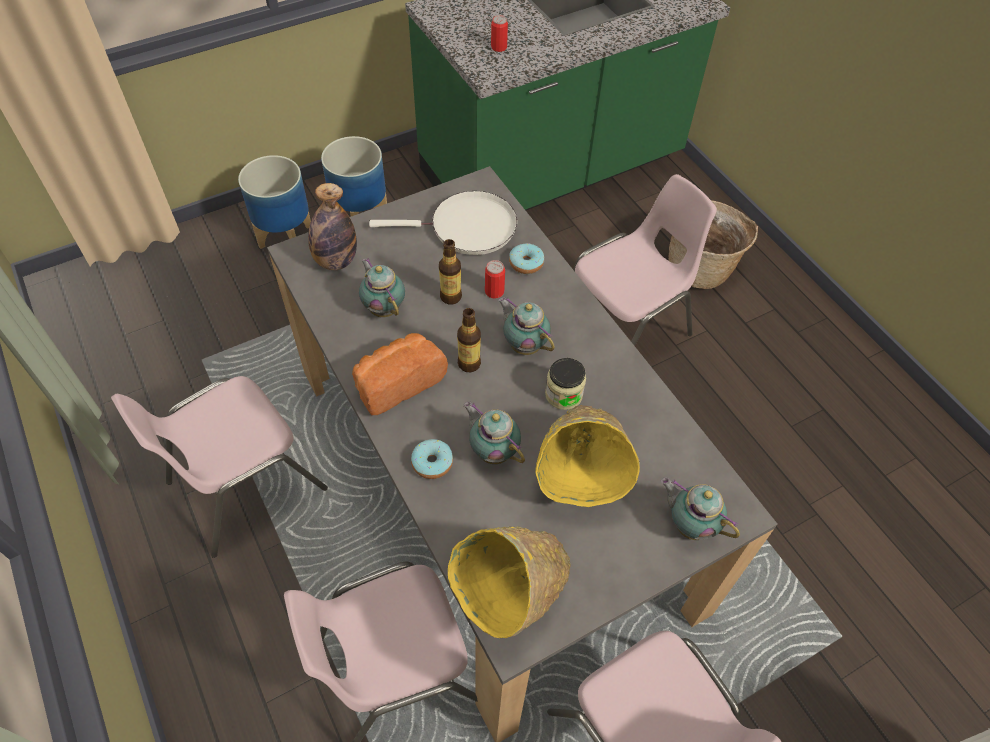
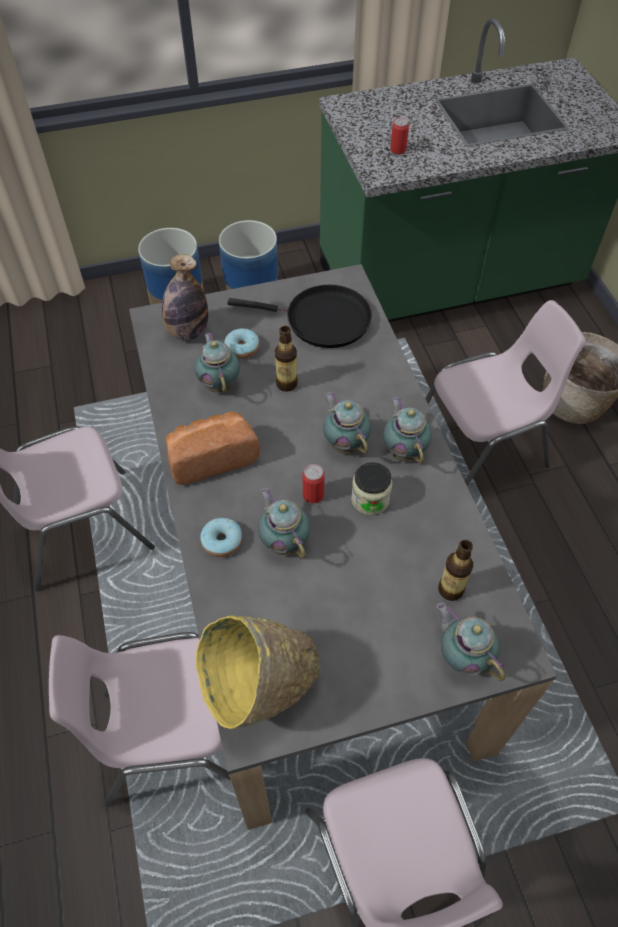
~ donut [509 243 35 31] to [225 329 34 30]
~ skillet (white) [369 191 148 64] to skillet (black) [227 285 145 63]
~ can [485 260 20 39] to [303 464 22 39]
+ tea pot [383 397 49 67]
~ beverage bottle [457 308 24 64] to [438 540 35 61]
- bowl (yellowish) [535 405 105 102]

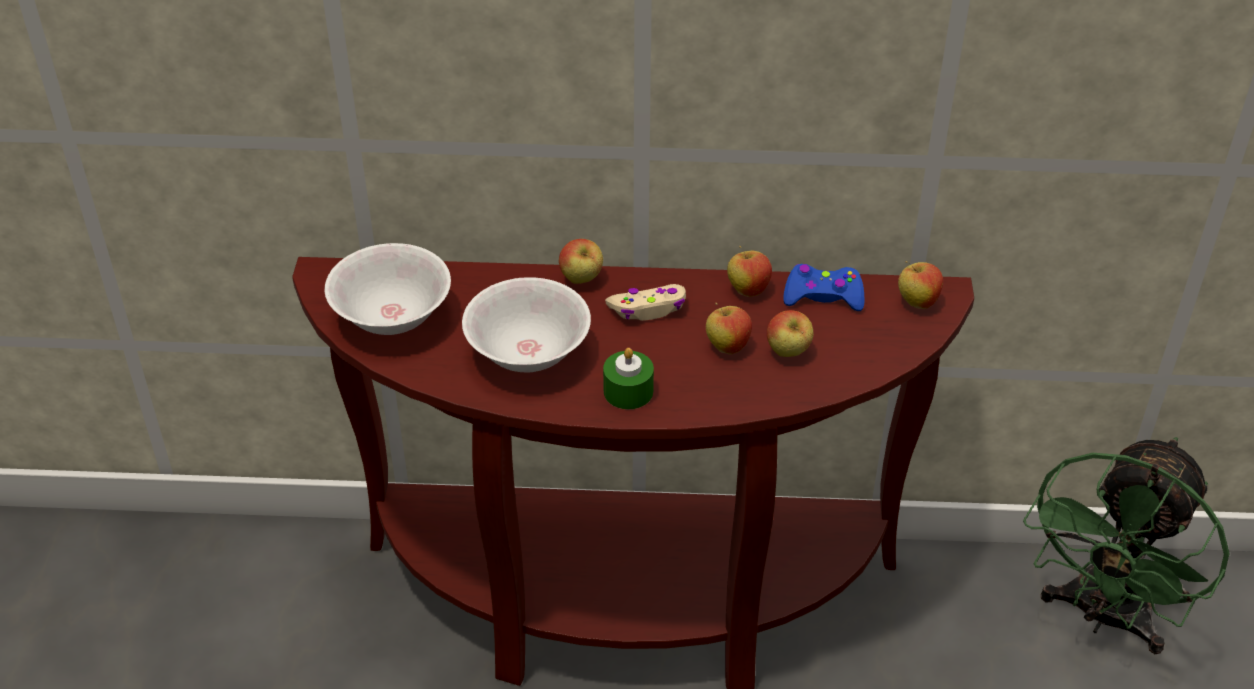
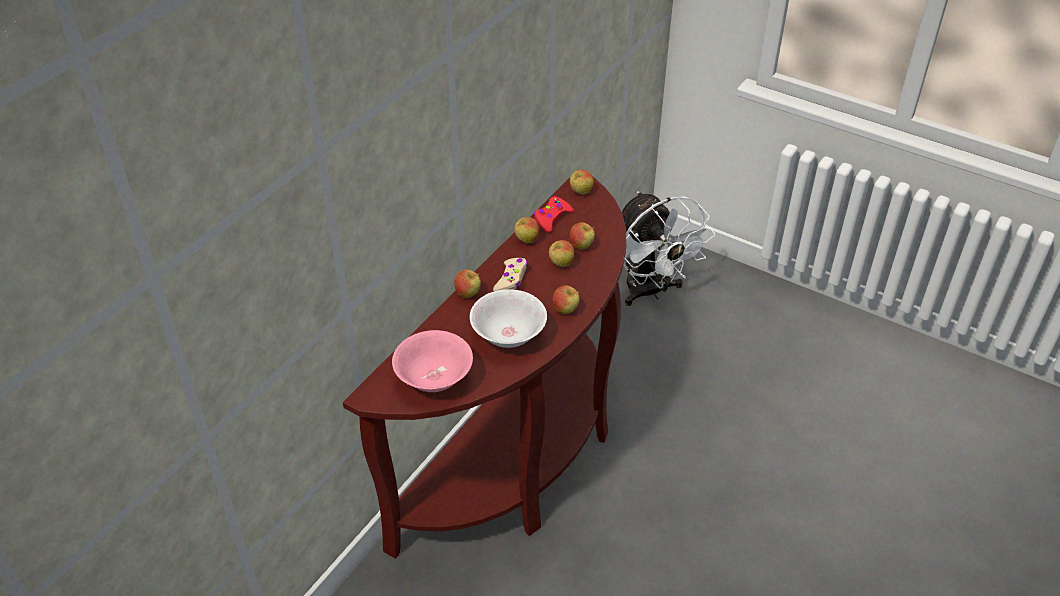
~ bowl (white) [325 243 126 92] to bowl (pinkish) [392 330 81 62]
~ joypad (blue-coloured) [783 264 81 47] to joypad (reddish) [534 196 40 37]
~ wax candle (green-coloured) [603 348 51 61] to whole apple [553 285 26 29]
~ fan (green-coloured) [1023 437 207 217] to fan (white) [622 191 93 115]

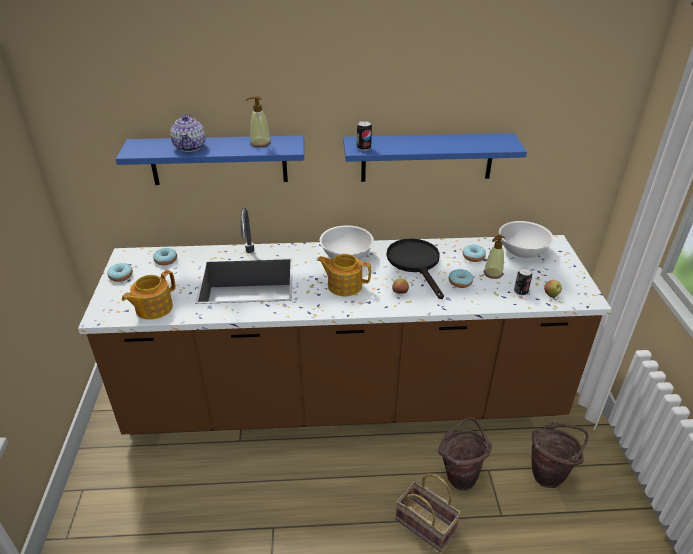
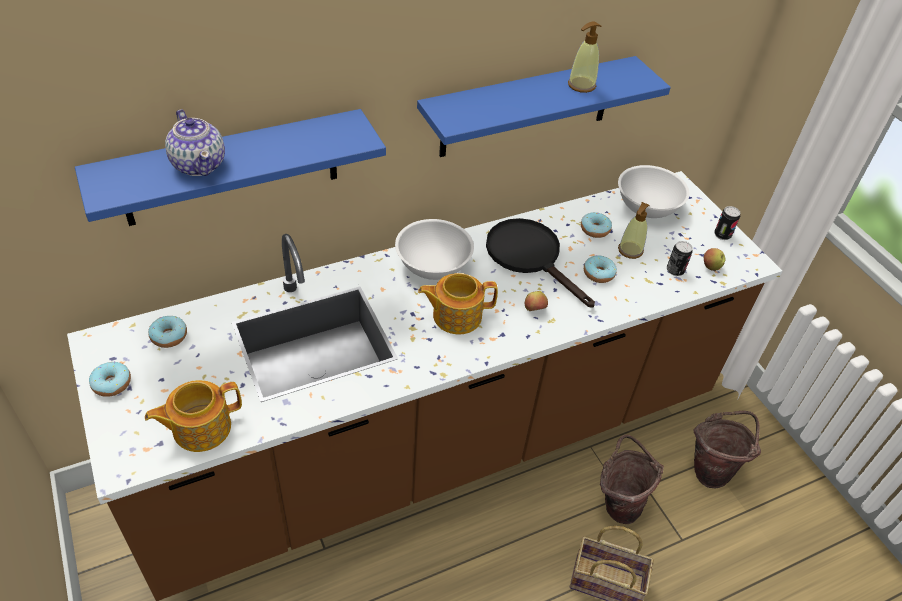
~ tea pot [122 270 54 50] = [145 380 97 72] 45 degrees clockwise
~ soap dispenser [245 96 26 51] to [568 21 33 72]
~ can [357 121 15 30] to [714 206 26 34]

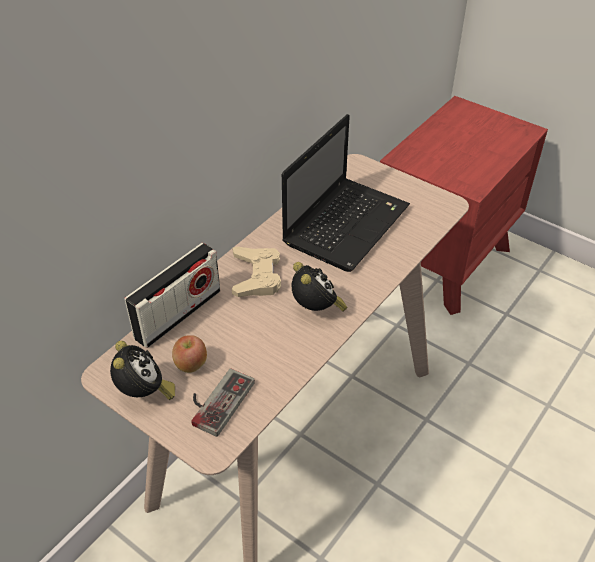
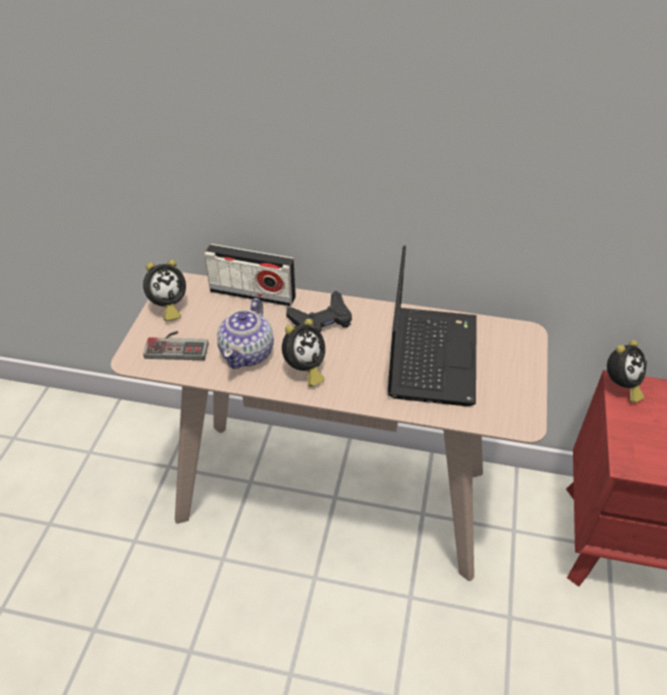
+ tea pot [217 298 57 71]
~ joypad (beige-coloured) [232 247 49 50] to joypad (black) [286 291 66 41]
~ notebook computer [282 114 128 158] = [388 246 89 160] 90 degrees counterclockwise
+ alarm clock [607 340 40 63]
- whole apple [172 335 35 38]

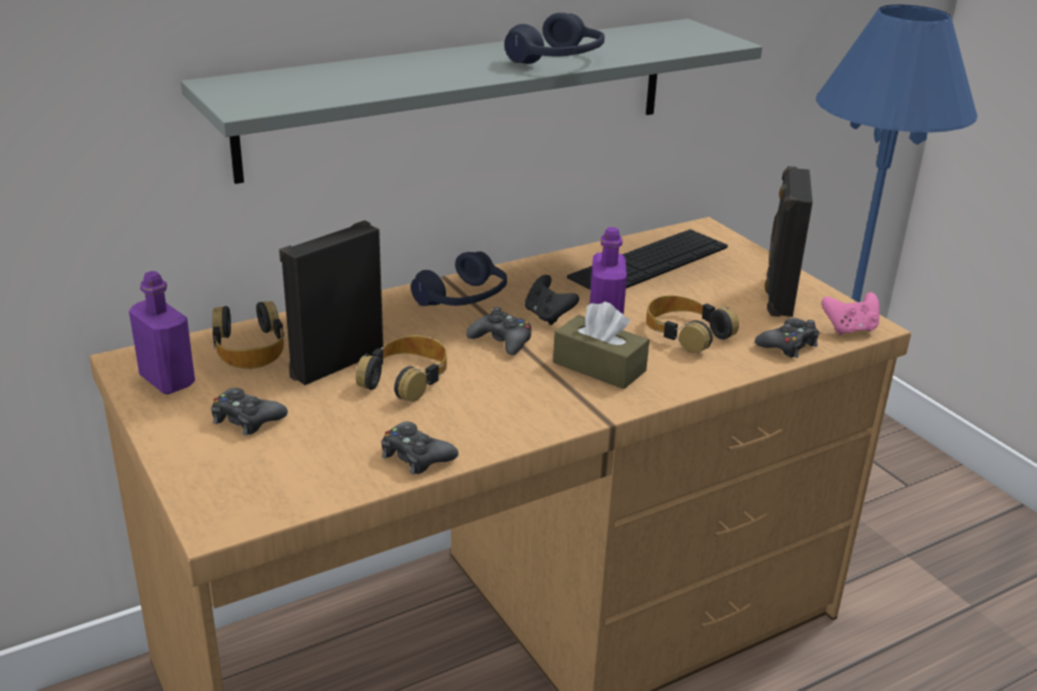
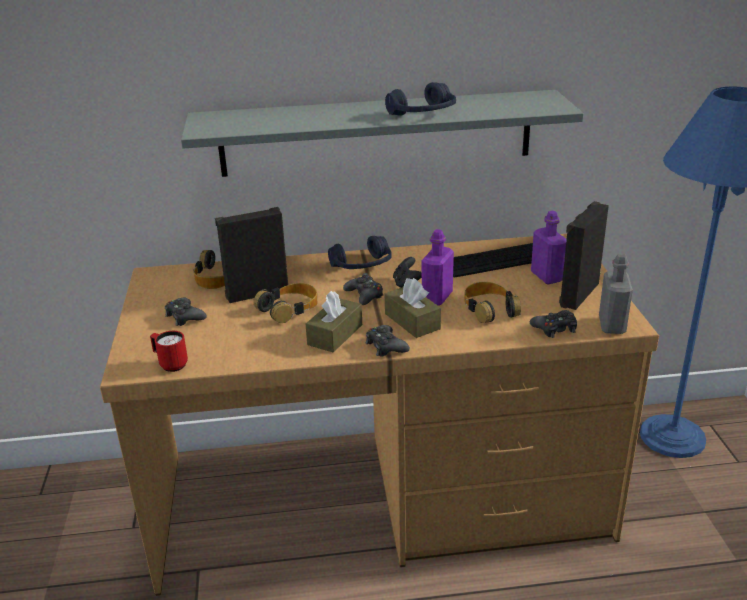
+ coffee mug (reddish) [150 331 38 41]
+ tissue box (brown-coloured) [306 291 56 61]
~ joypad (black) [381 421 78 54] to [366 325 44 32]
~ beverage bottle (purplish) [129 271 66 123] to [531 211 36 73]
~ joypad (pinkish) [822 292 58 43] to beverage bottle (grey) [599 254 34 80]

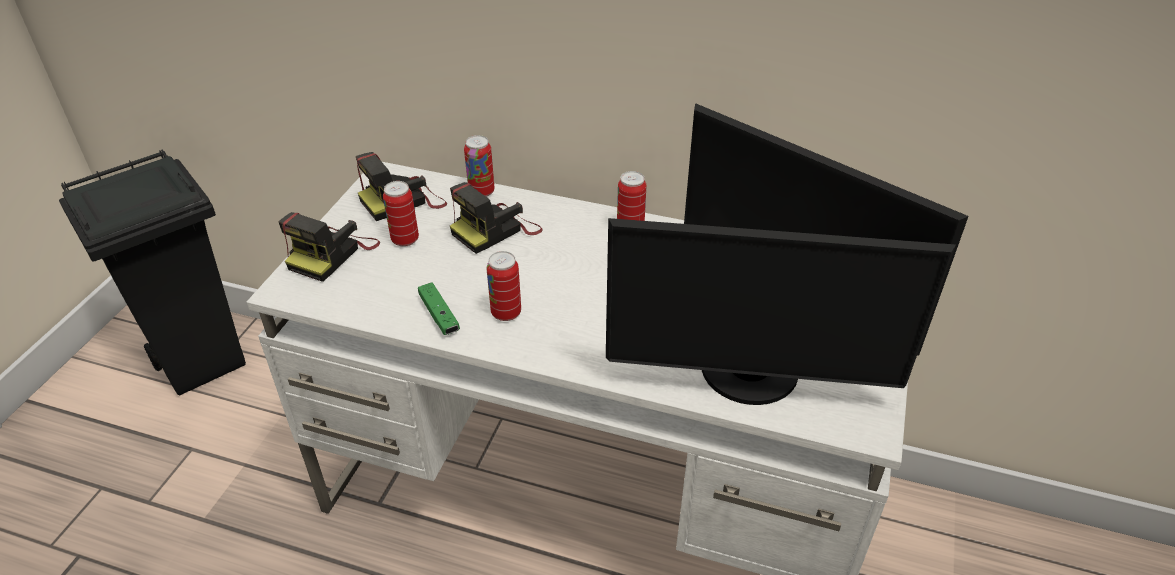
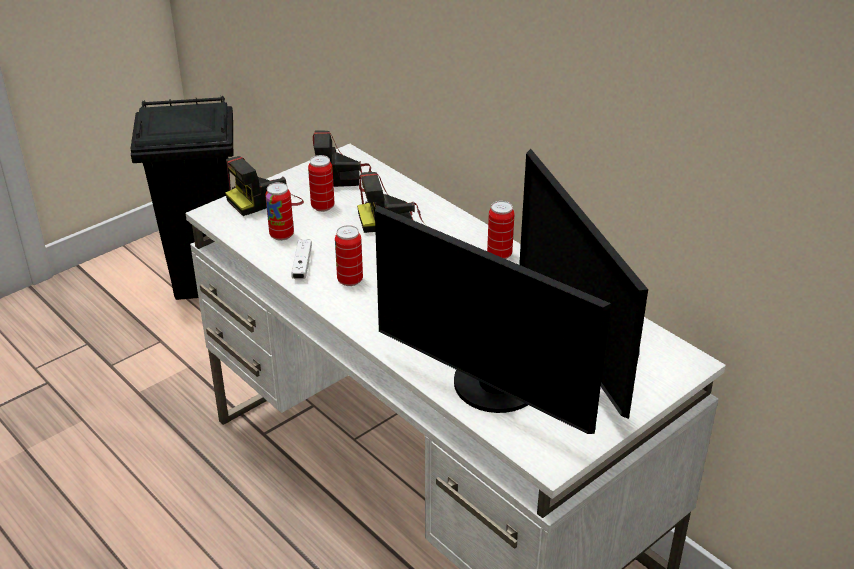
~ can [464 135 31 62] to [265 182 29 59]
~ joypad (green-coloured) [418 282 42 53] to joypad (white) [291 239 21 40]

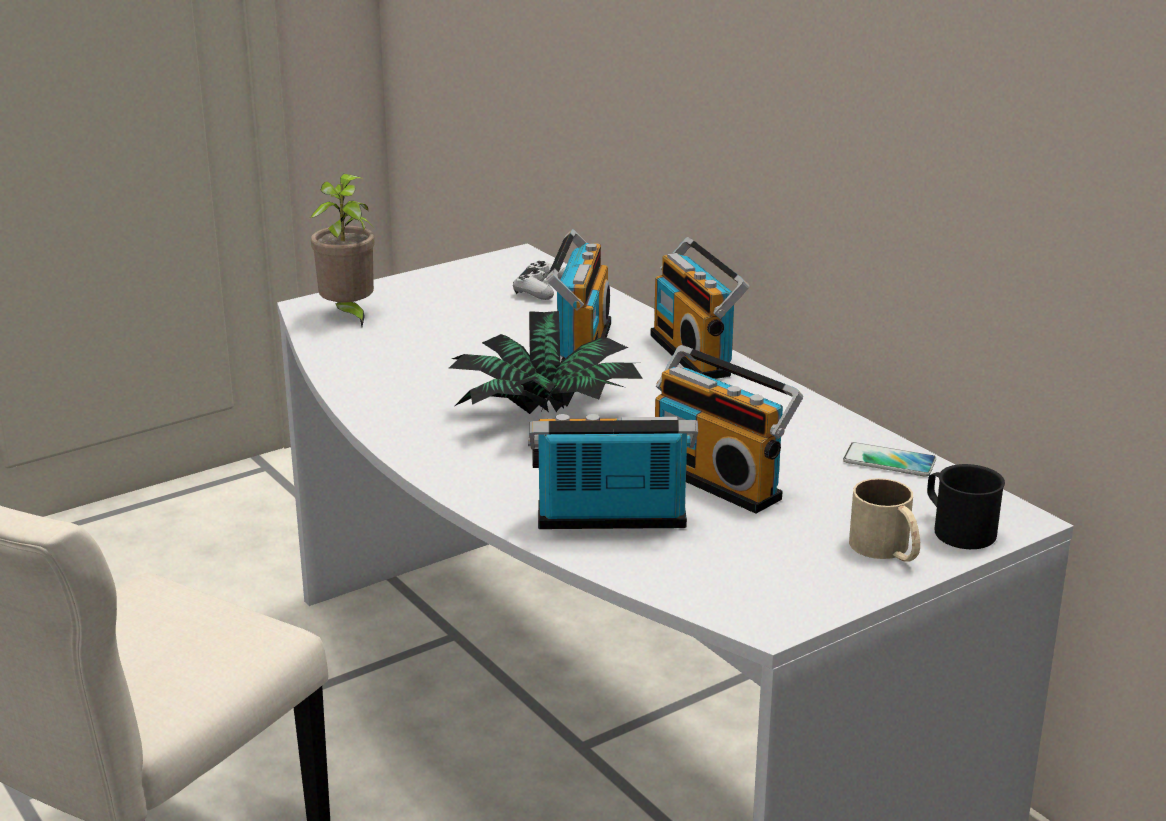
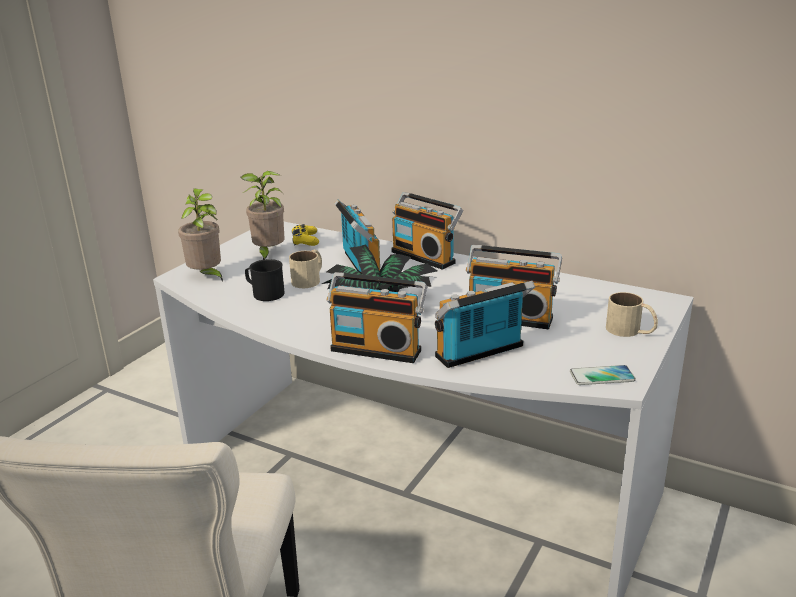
+ houseplant [240 171 45 89]
~ coffee mug (black) [927 464 78 85] to [245 259 40 42]
+ coffee mug (beige-coloured) [289 250 33 38]
~ joypad (white) [513 261 52 39] to joypad (yellowish) [292 224 27 22]
+ radio set [327 272 100 91]
~ handset [843 442 93 35] to [570 365 66 20]

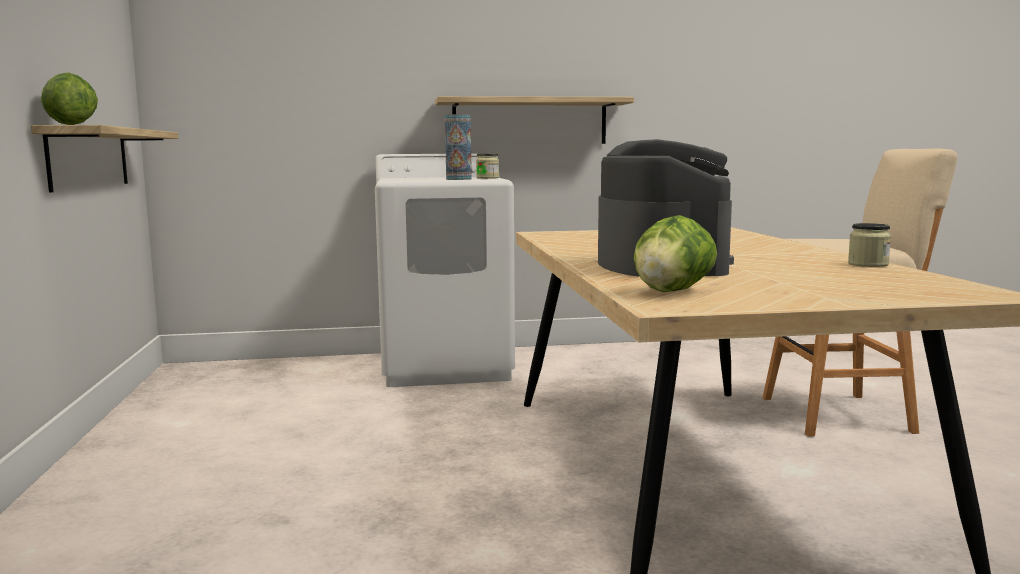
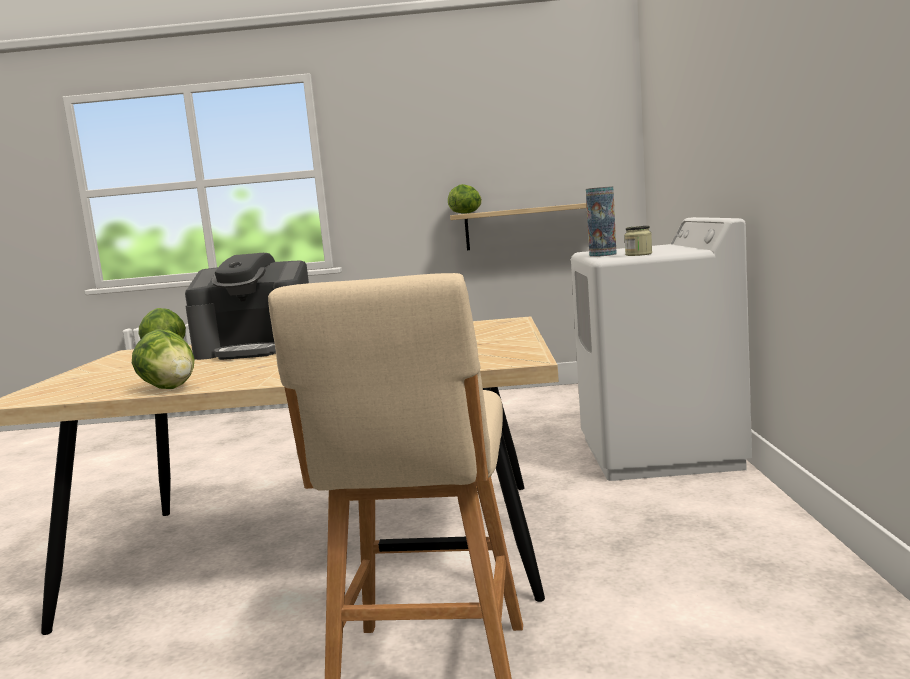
~ jar [848 223 43 44] to lettuce head [132 329 63 60]
- wall shelf [435 96 199 48]

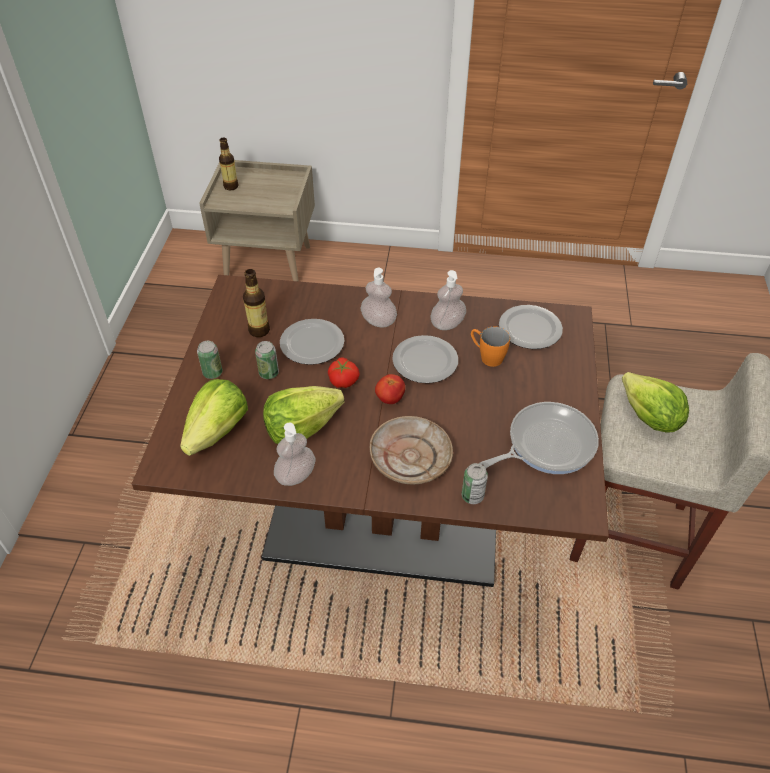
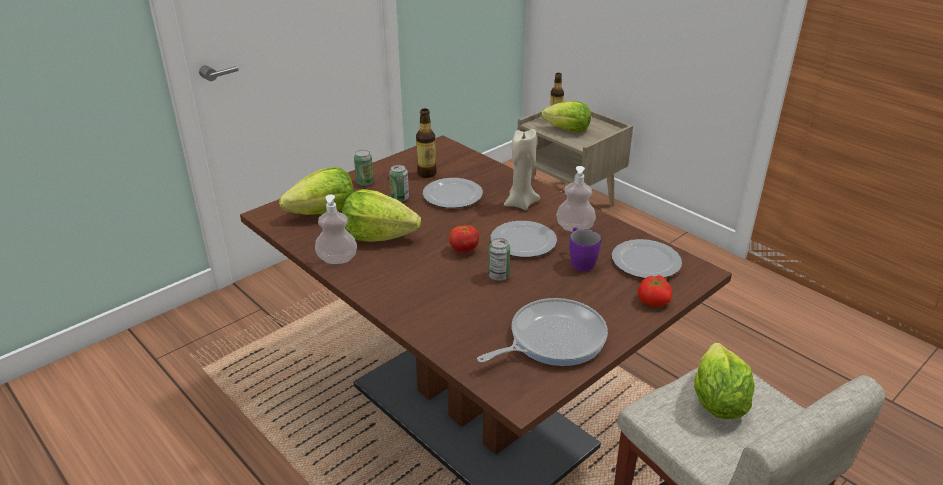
~ skillet [479 402 120 72] = [477 298 131 68] 45 degrees counterclockwise
~ can [462 463 26 41] to [488 238 22 43]
~ soap dispenser [360 268 37 60] to wax candle (beige-coloured) [504 129 36 81]
+ lettuce head [541 101 50 31]
~ coffee mug (orange) [471 327 39 40] to coffee mug (purplish) [569 227 32 45]
~ whole tomato [328 358 32 30] to [638 275 35 32]
- flat dish (beige-coloured) [370 416 83 68]

